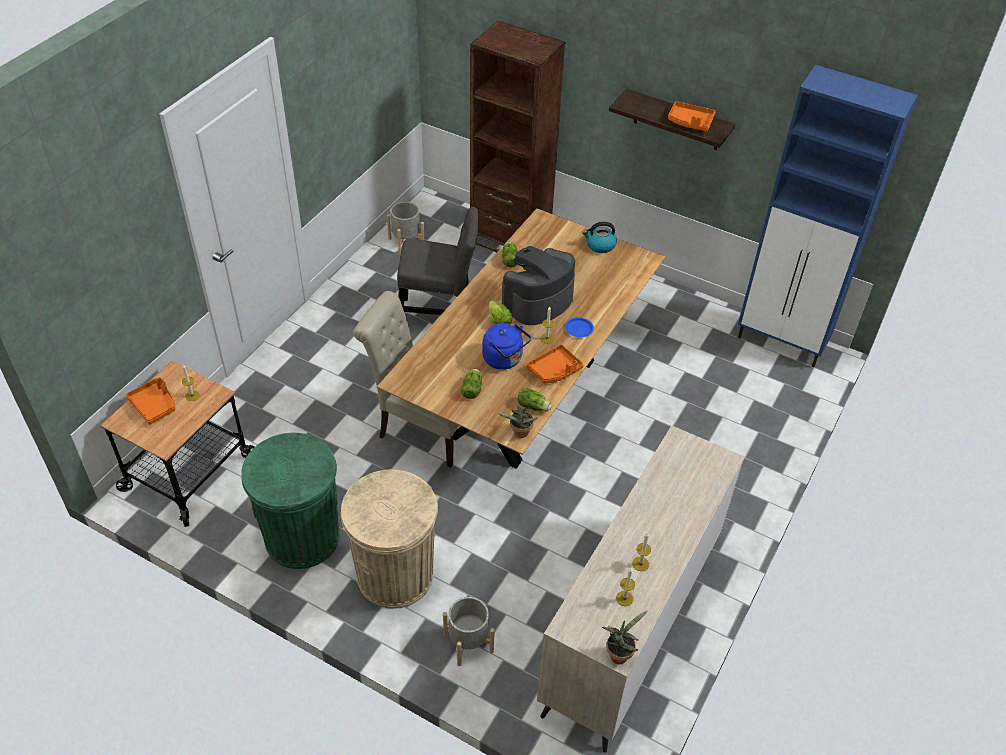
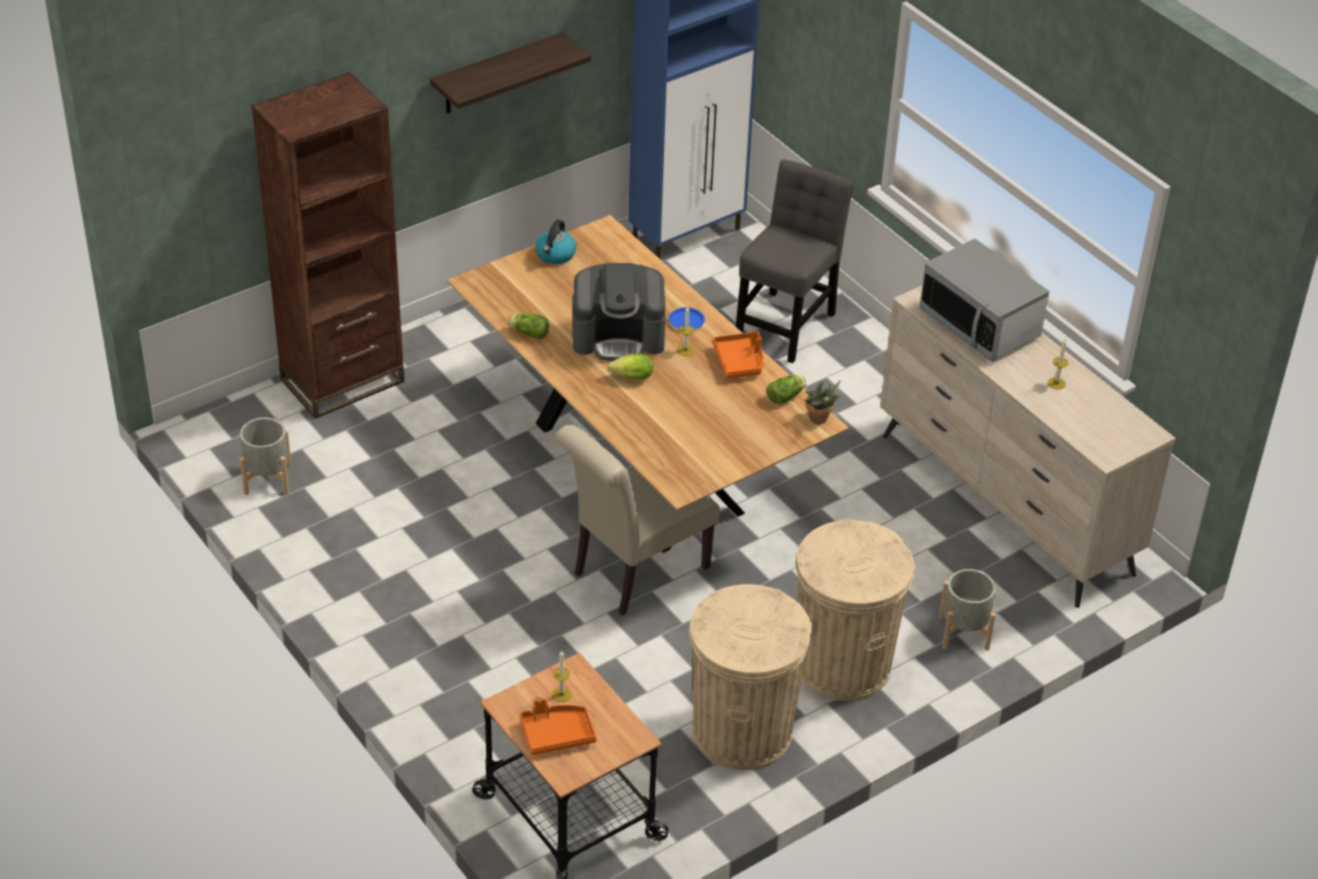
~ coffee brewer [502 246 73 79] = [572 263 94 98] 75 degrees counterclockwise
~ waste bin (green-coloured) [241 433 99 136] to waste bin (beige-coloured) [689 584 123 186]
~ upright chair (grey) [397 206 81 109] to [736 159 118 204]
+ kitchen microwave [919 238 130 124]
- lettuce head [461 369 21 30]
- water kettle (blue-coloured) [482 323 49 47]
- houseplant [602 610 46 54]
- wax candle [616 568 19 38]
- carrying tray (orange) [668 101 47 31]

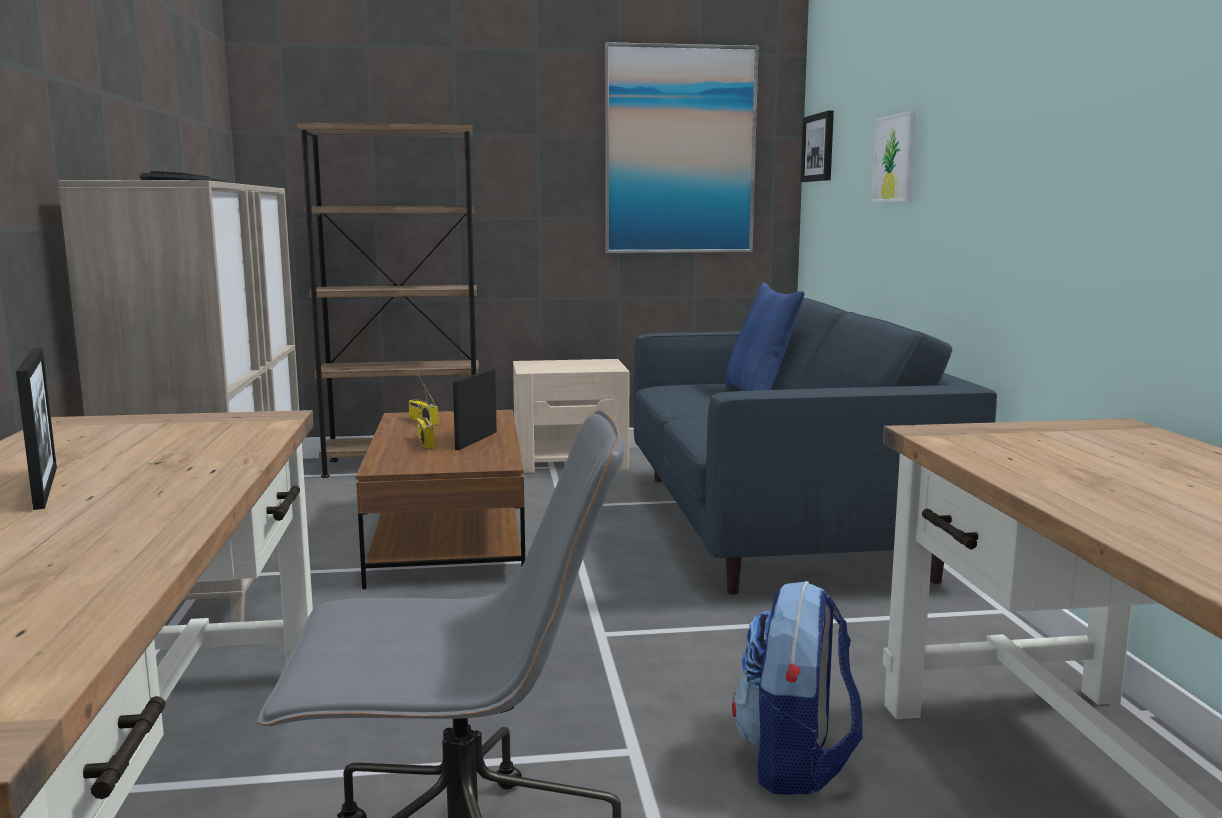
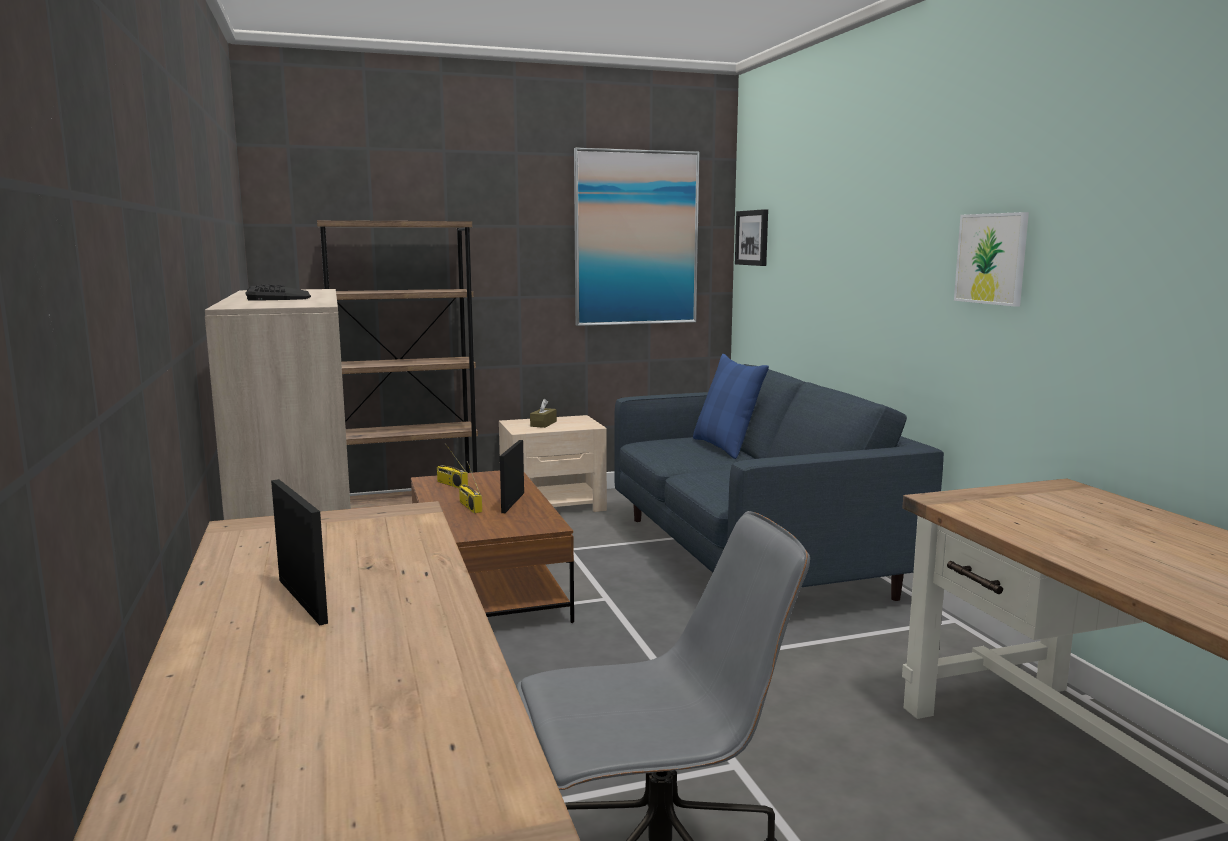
+ tissue box (brown-coloured) [530 399 27 29]
~ picture [871 111 46 91] to [954 212 75 95]
- rucksack [732 581 131 214]

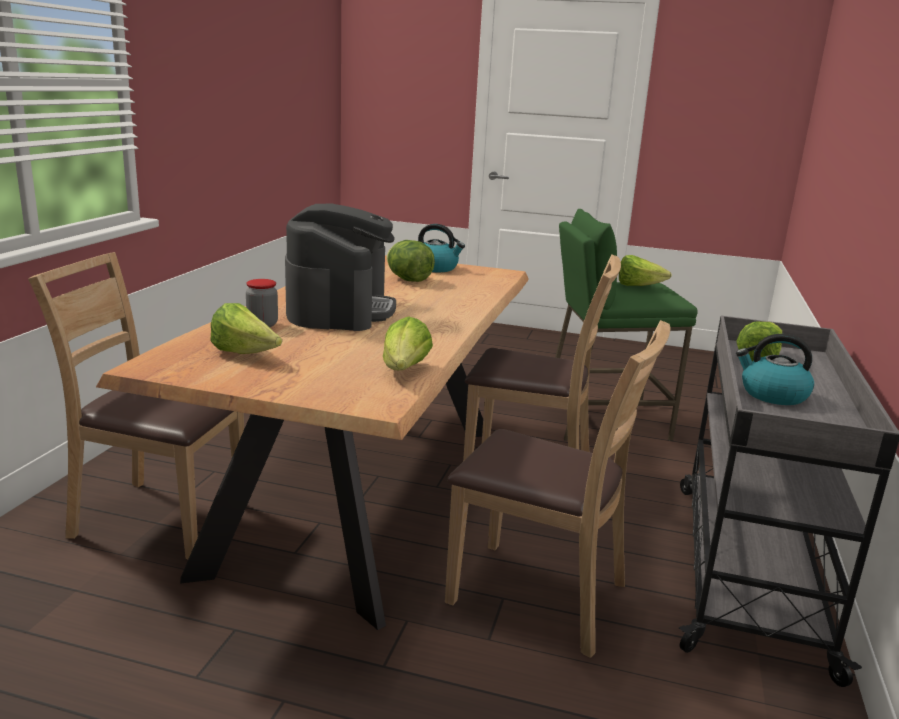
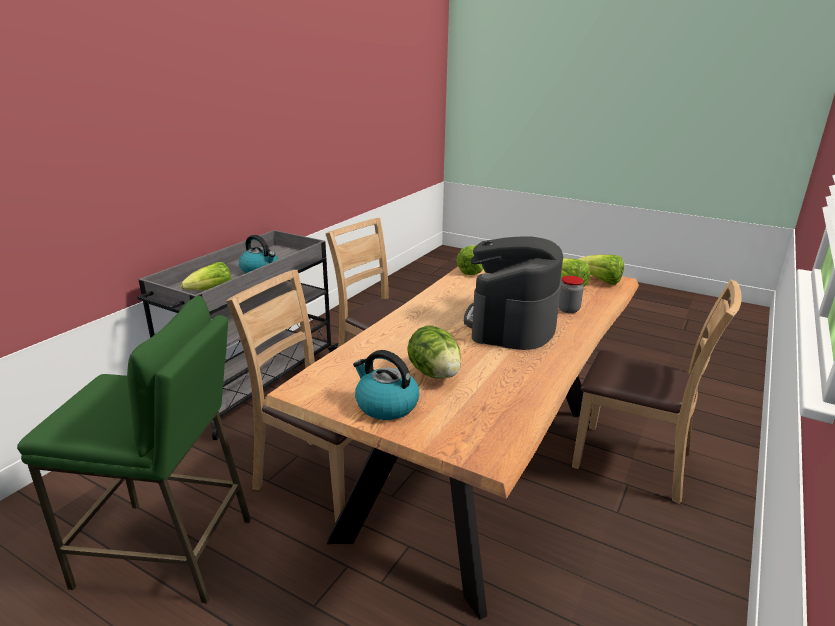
~ lettuce head [619 255 53 31] to [579 255 45 30]

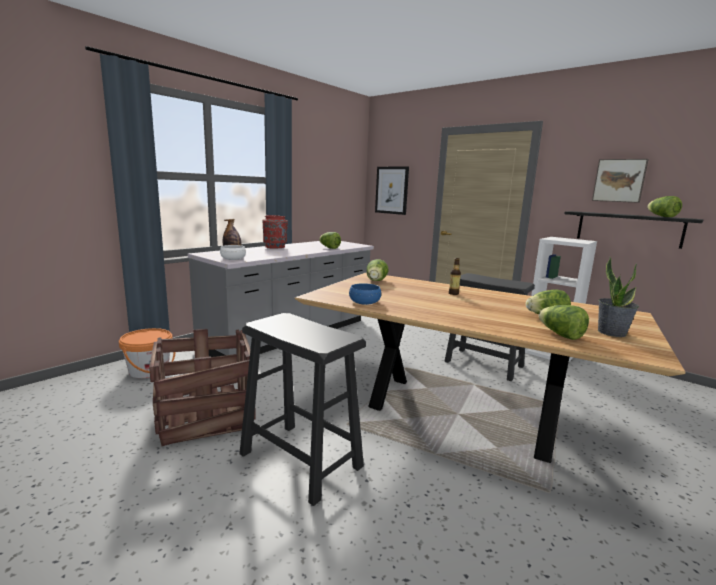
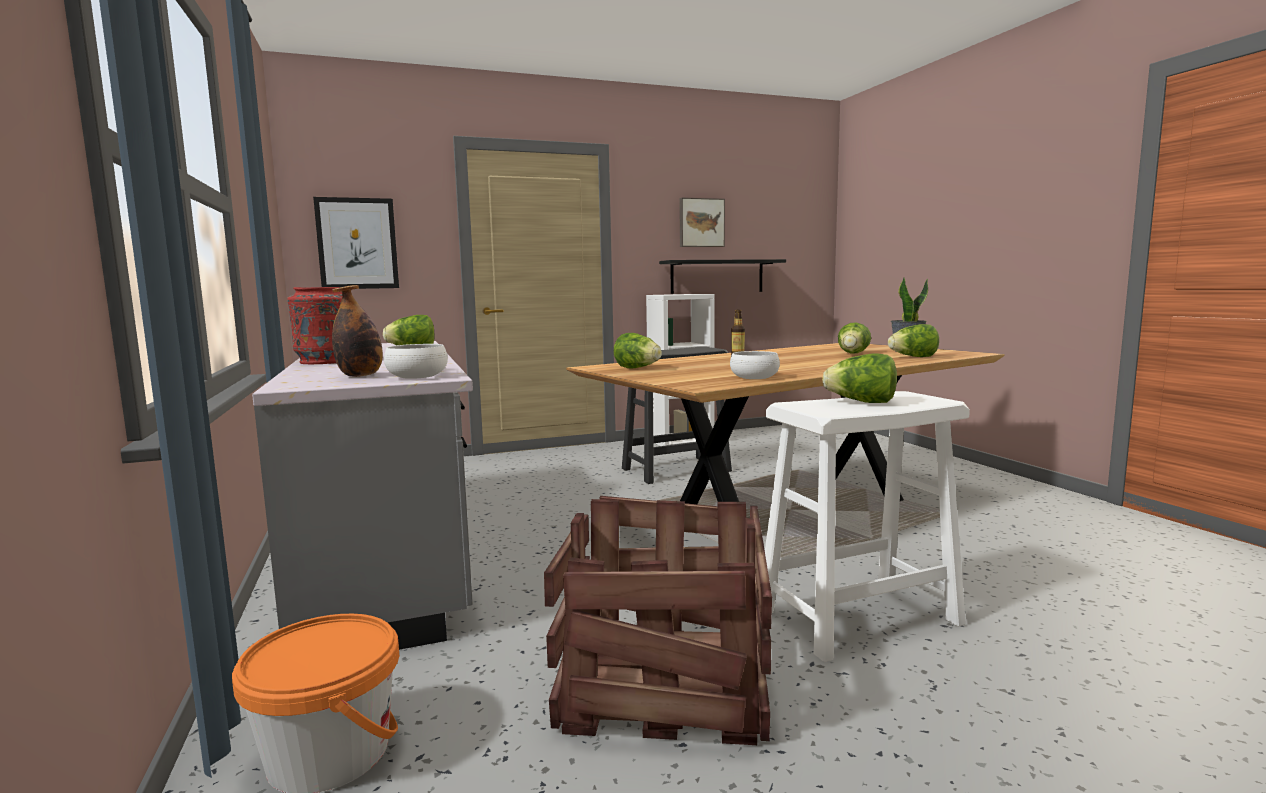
~ bowl (blue-coloured) [349 283 32 22] to bowl (white) [730 351 50 28]
~ stool (black) [239 313 127 193] to stool (white) [765 391 205 271]
~ lettuce head [647 196 35 21] to [822 354 75 49]

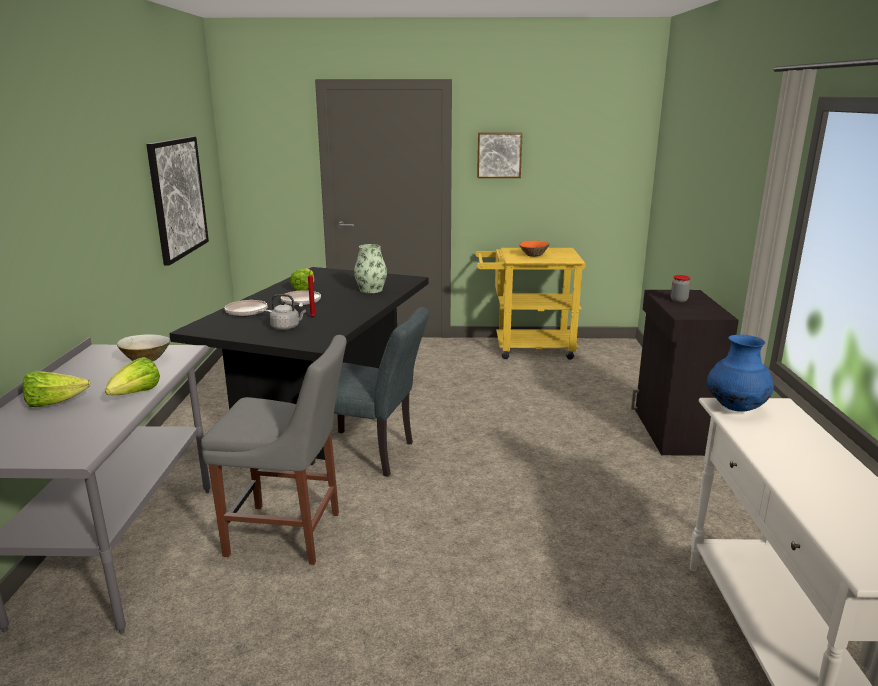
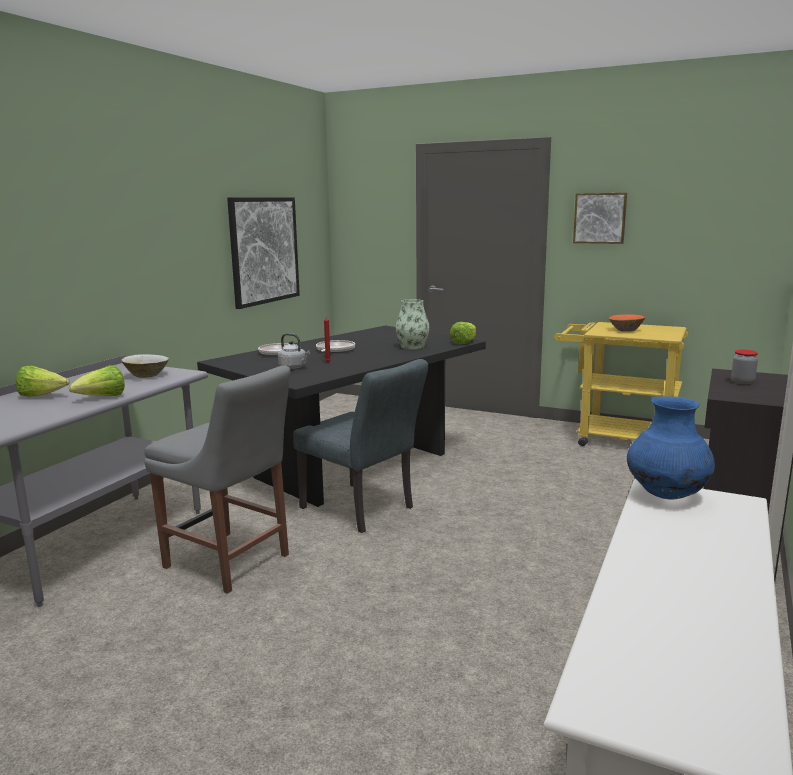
~ lettuce head [290 269 24 22] to [450 322 26 22]

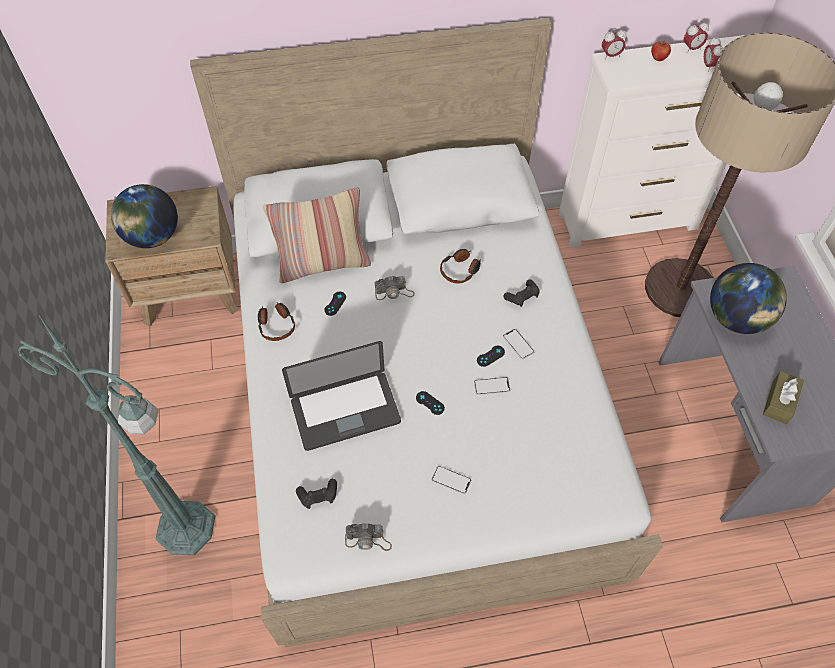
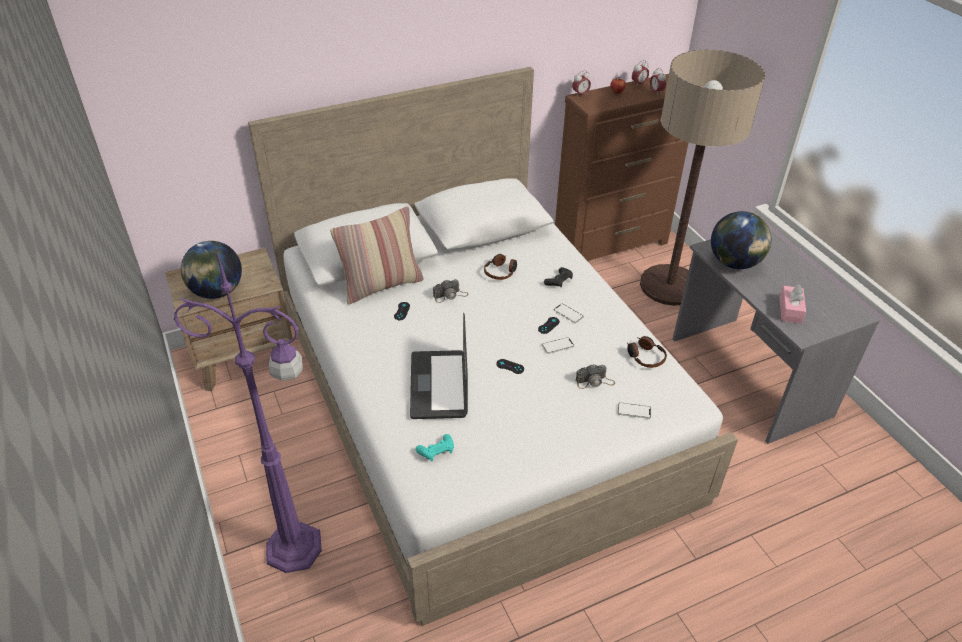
~ standing lamp (green-coloured) [18 313 197 242] to standing lamp (purplish) [174 245 148 328]
~ notebook computer [282 341 119 110] = [410 312 58 107] 120 degrees clockwise
~ joypad (black) [296 479 41 30] to joypad (blue-green) [416 434 38 28]
~ chest of drawers (white) [558 35 196 213] to chest of drawers (brown-coloured) [555 74 134 187]
~ still camera [345 523 47 28] to [576 364 39 25]
~ handset [432 466 39 28] to [618 402 33 17]
~ headset [258 302 37 39] to [627 336 40 32]
~ tissue box (brown-coloured) [763 371 41 53] to tissue box (pinkish) [779 284 27 40]

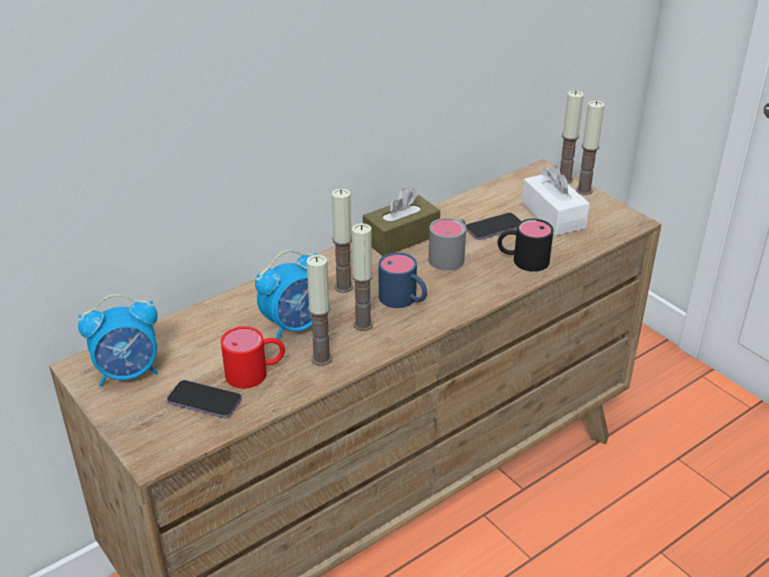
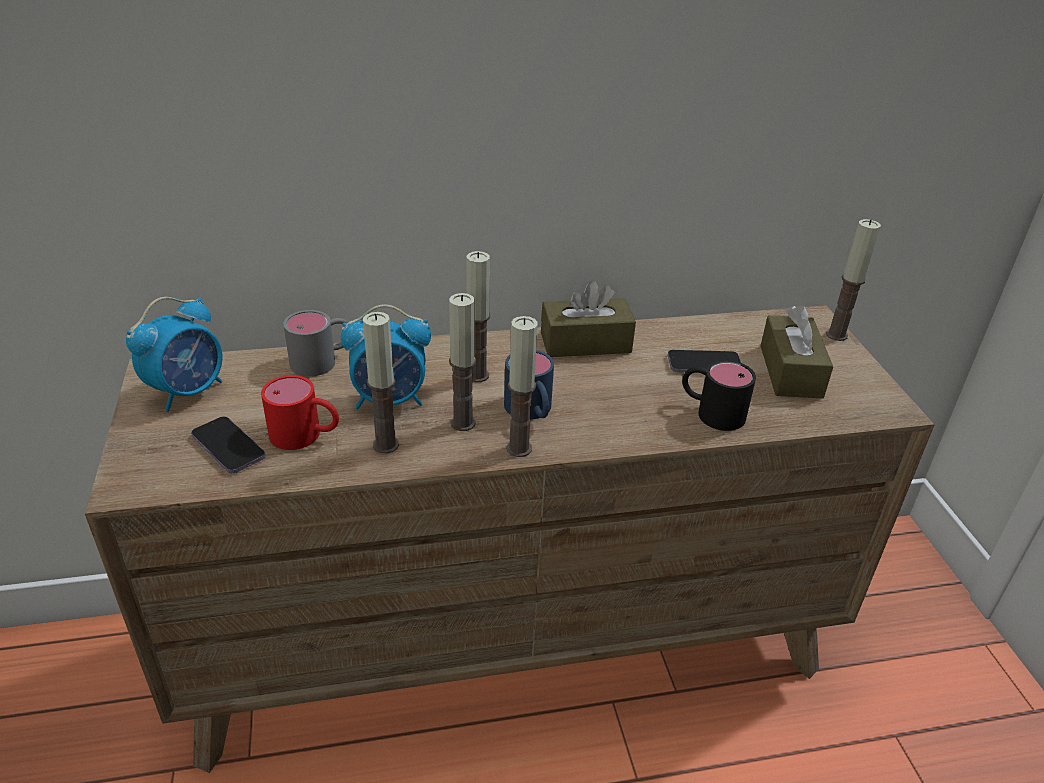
~ alarm clock [78 294 80 93] = [126 297 97 115] 60 degrees counterclockwise
~ coffee mug (grey) [428 218 38 53] to [283 310 65 67]
~ wax candle [576 101 29 94] to [506 316 32 141]
~ tissue box (white) [522 165 68 71] to tissue box (brown-coloured) [761 305 72 93]

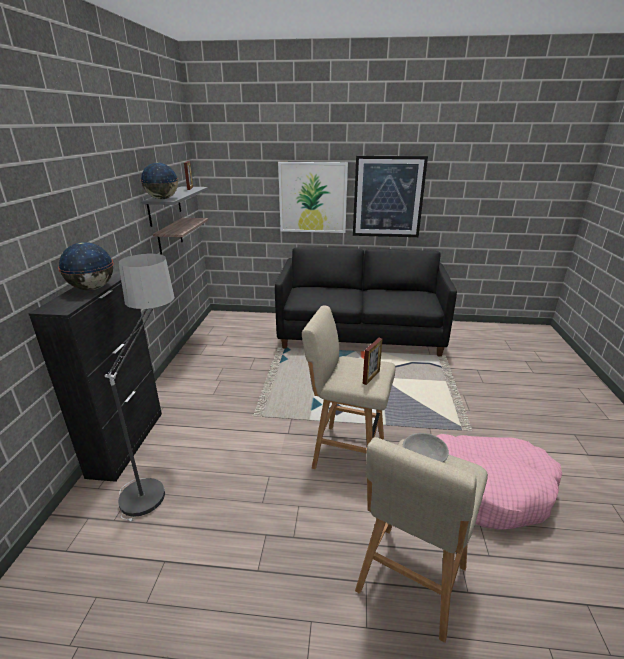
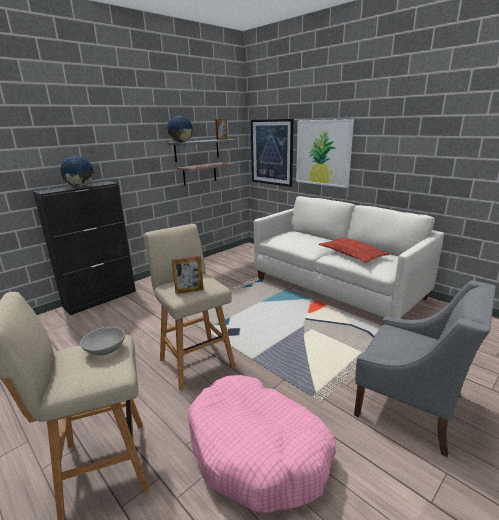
~ picture [353 156 75 81] to [251 119 43 68]
~ settee (black) [275 247 182 110] to settee (white) [254 196 190 123]
+ pillow [319 237 71 26]
+ easy chair (grey) [354 280 142 177]
- standing lamp [105 254 70 267]

